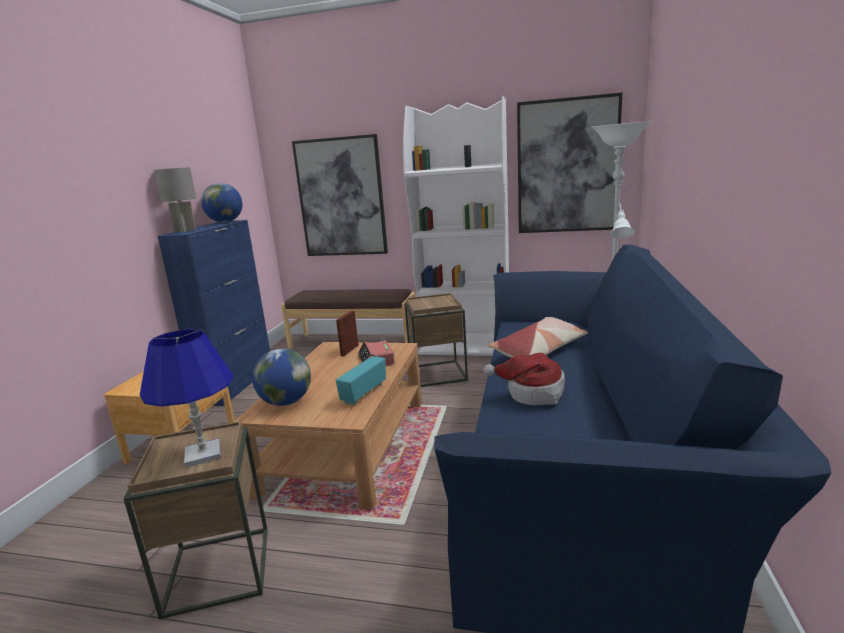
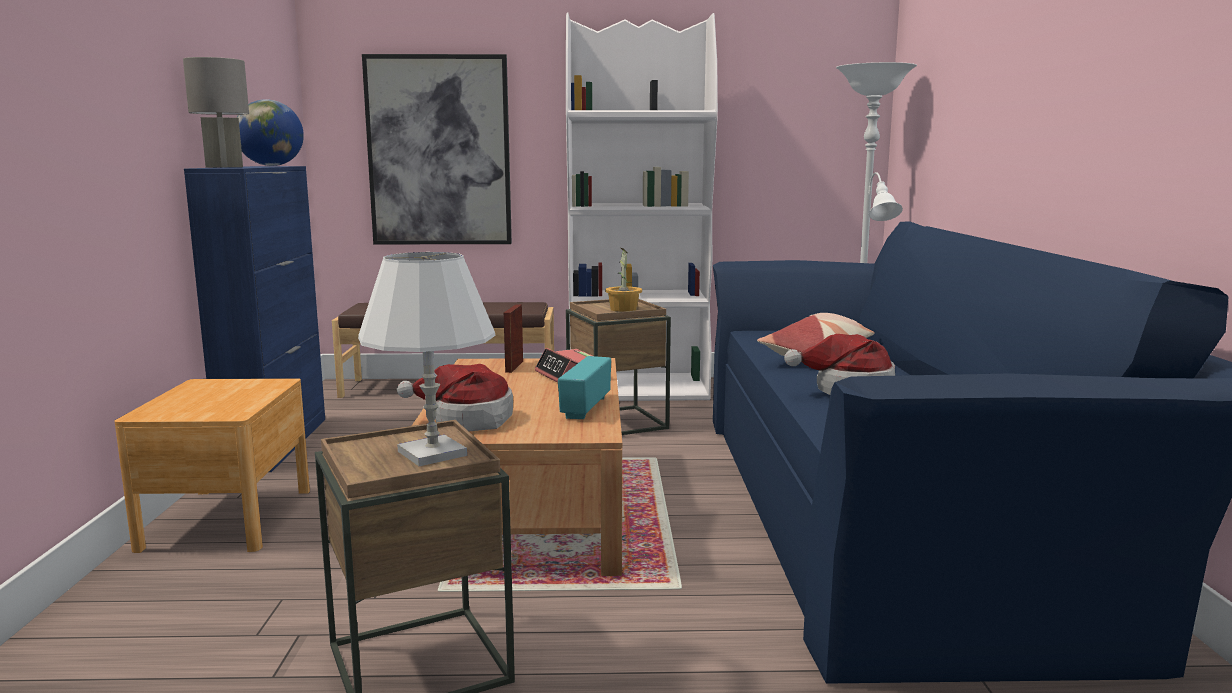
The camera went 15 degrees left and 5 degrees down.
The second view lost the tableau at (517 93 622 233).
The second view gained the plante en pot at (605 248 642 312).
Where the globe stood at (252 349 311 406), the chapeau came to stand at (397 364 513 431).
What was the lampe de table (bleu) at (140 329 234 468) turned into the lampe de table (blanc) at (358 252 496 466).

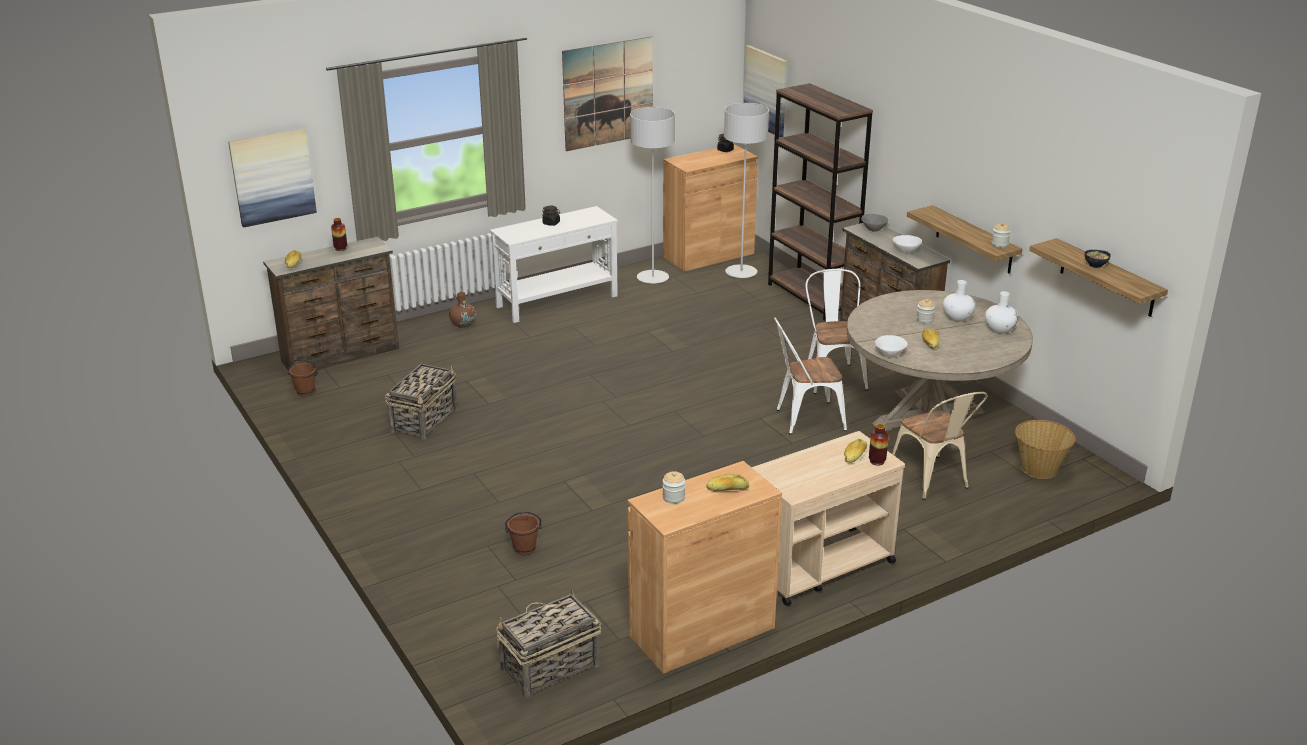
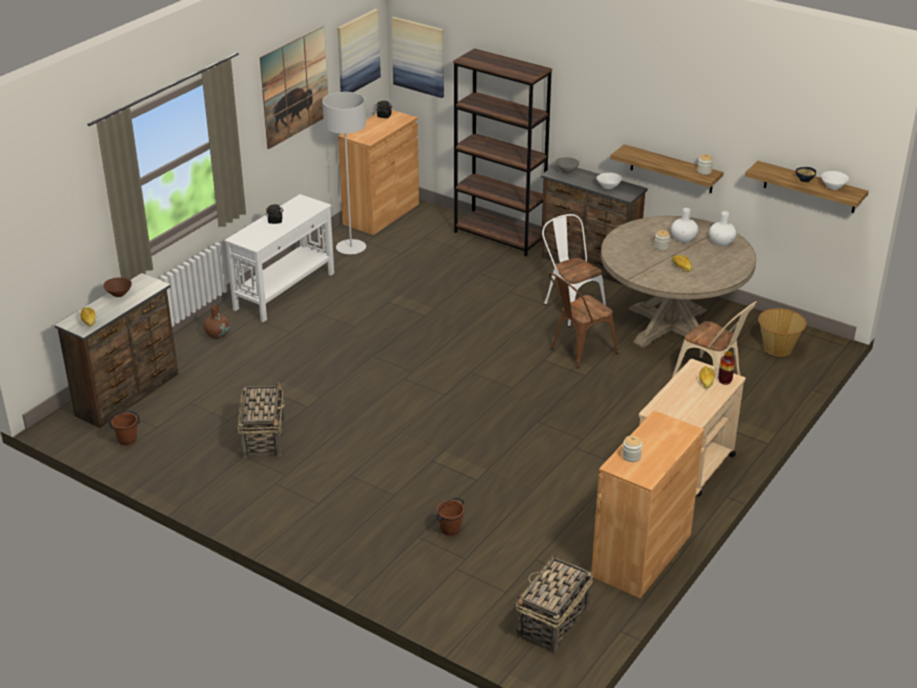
The camera went 25 degrees left and 5 degrees up.
The second view lost the pain at (706 474 749 492).
The second view lost the lampadaire (gris) at (724 103 769 278).
The tableau ended up elsewhere, having gone from (228 128 317 228) to (337 9 381 92).
The bol (blanc) ended up elsewhere, having gone from (875 335 907 358) to (821 171 849 190).
Where the vase stood at (331 218 347 251), the bol (marron) came to stand at (103 278 132 297).
What was the chaise (blanc) at (774 318 847 435) turned into the chaise (marron) at (549 273 618 368).

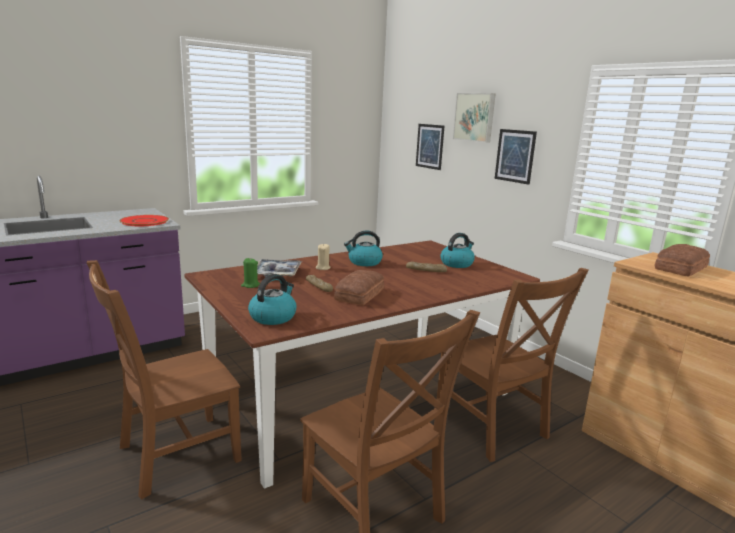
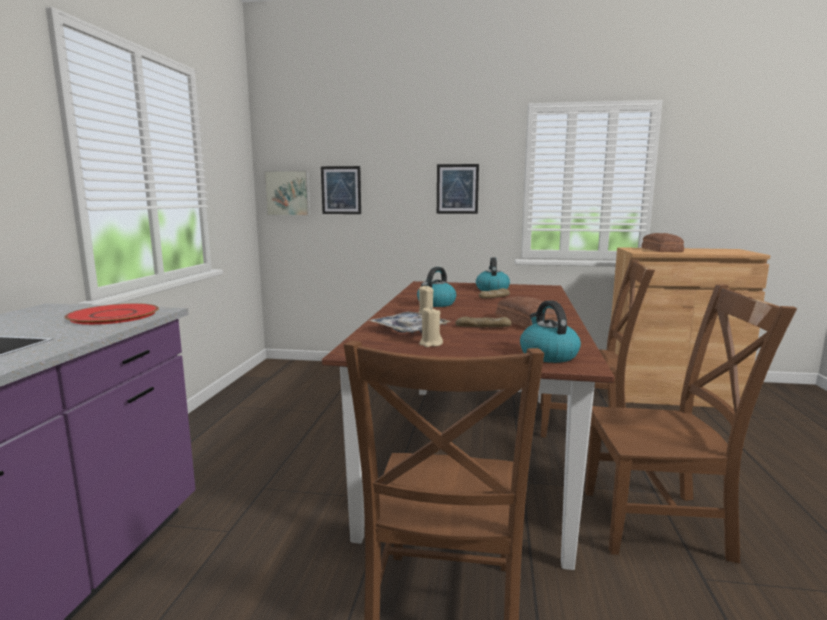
The camera went 45 degrees left and 5 degrees down.
The tableau ended up elsewhere, having gone from (453 93 496 143) to (264 170 311 216).
What was the bougie (vert) at (241 258 260 288) turned into the bougie (beige) at (419 307 443 347).

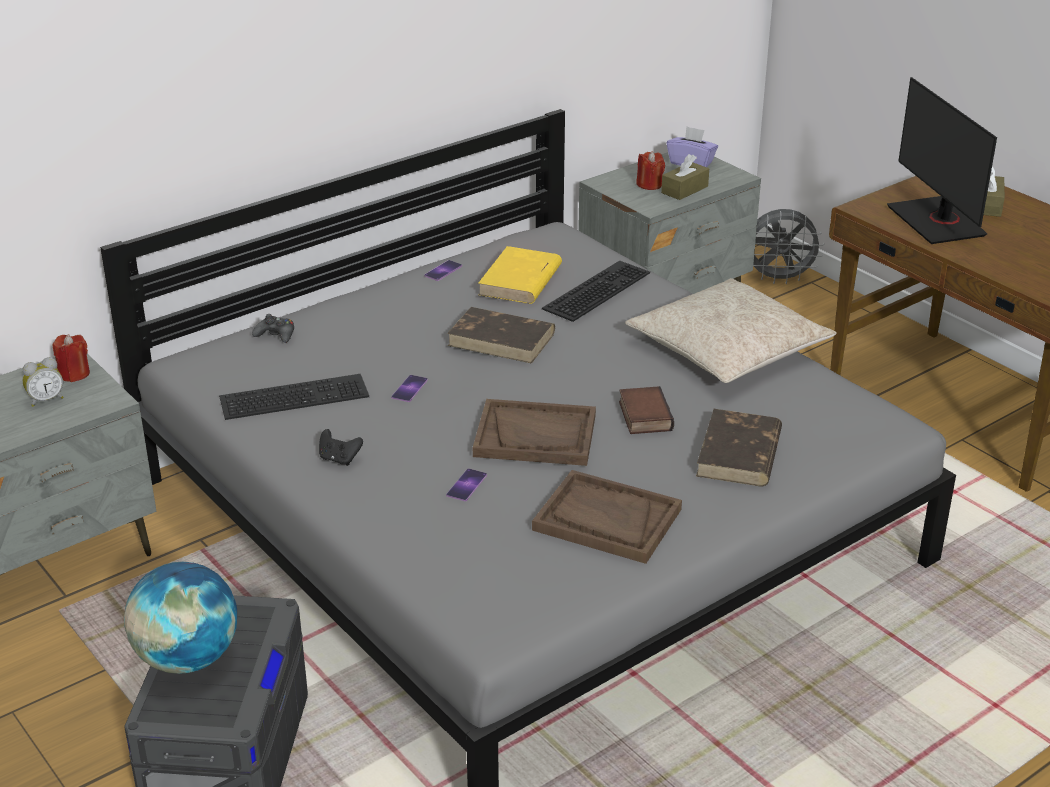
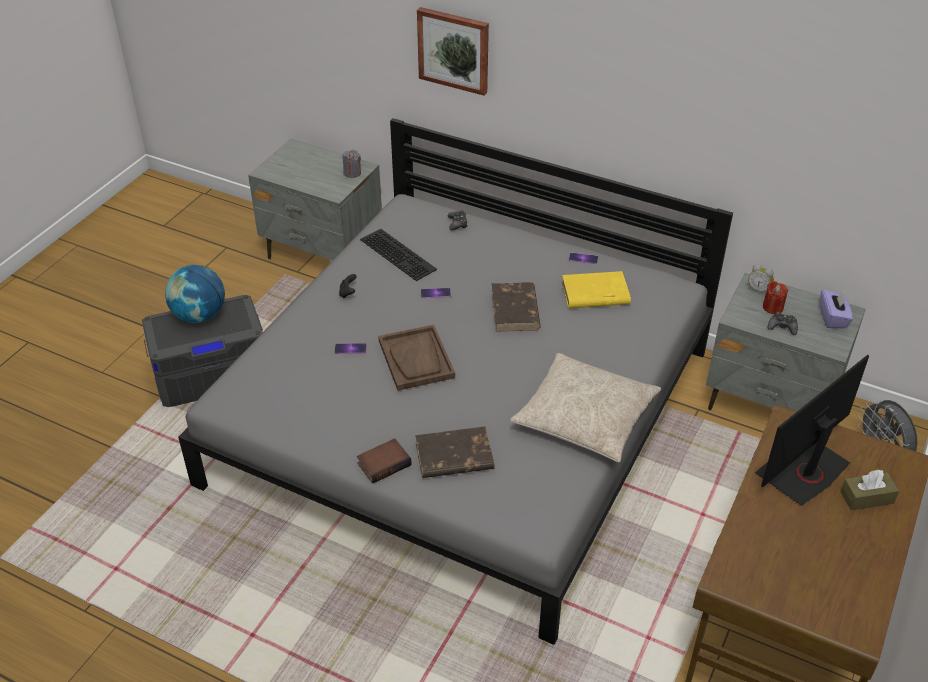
The camera went 65 degrees right and 10 degrees up.
The second view lost the plateau (marron) at (532 470 682 564).
The second view lost the clavier at (542 261 650 322).
The second view gained the tableau at (417 7 489 96).
The réveil ended up elsewhere, having gone from (23 357 64 407) to (748 264 774 294).
The livre ended up elsewhere, having gone from (619 386 674 434) to (357 438 412 483).
Where the boîte à mouchoirs (marron) stood at (661 154 709 200), the manette (noir) came to stand at (768 312 798 335).
What was the bougie (rouge) at (53 334 90 382) turned into the bougie (gris) at (342 150 361 178).

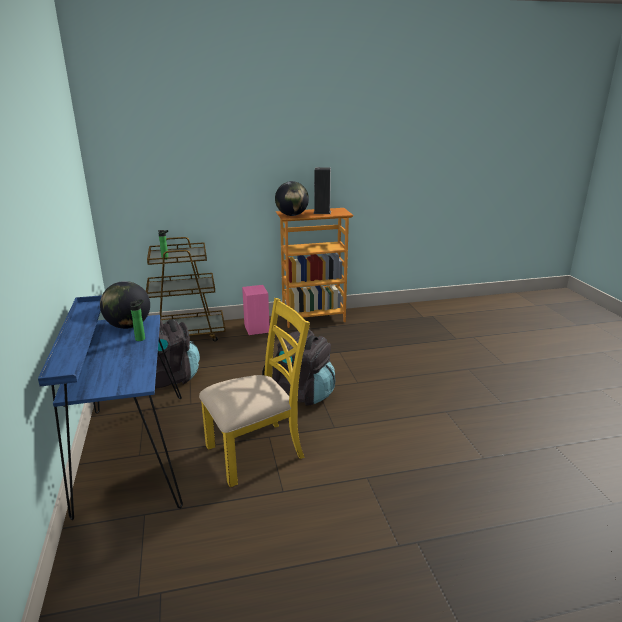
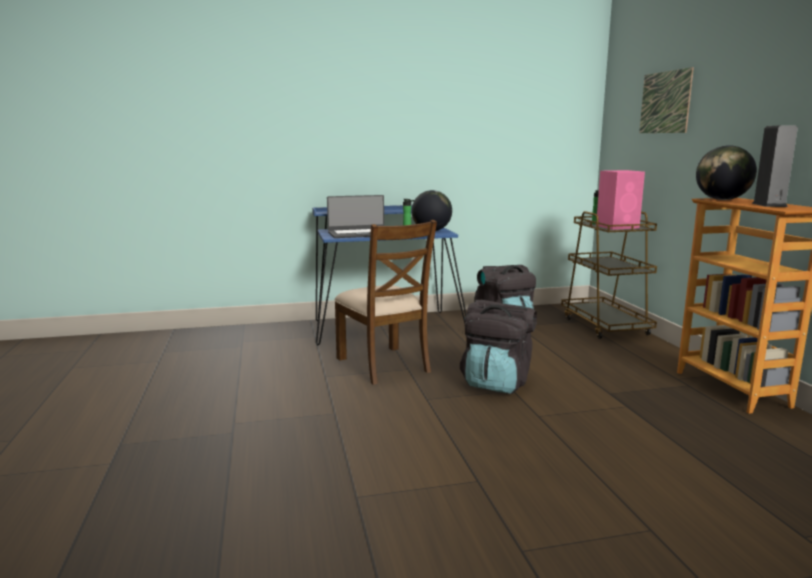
The camera went 90 degrees right and 10 degrees down.
The second view gained the ordinateur portable at (327 195 384 238).
The second view gained the tableau at (639 67 694 133).
The enceinte (rose) ended up elsewhere, having gone from (242 285 270 335) to (597 170 645 230).
What was the chaise (jaune) at (199 298 310 487) turned into the chaise (marron) at (334 220 437 385).

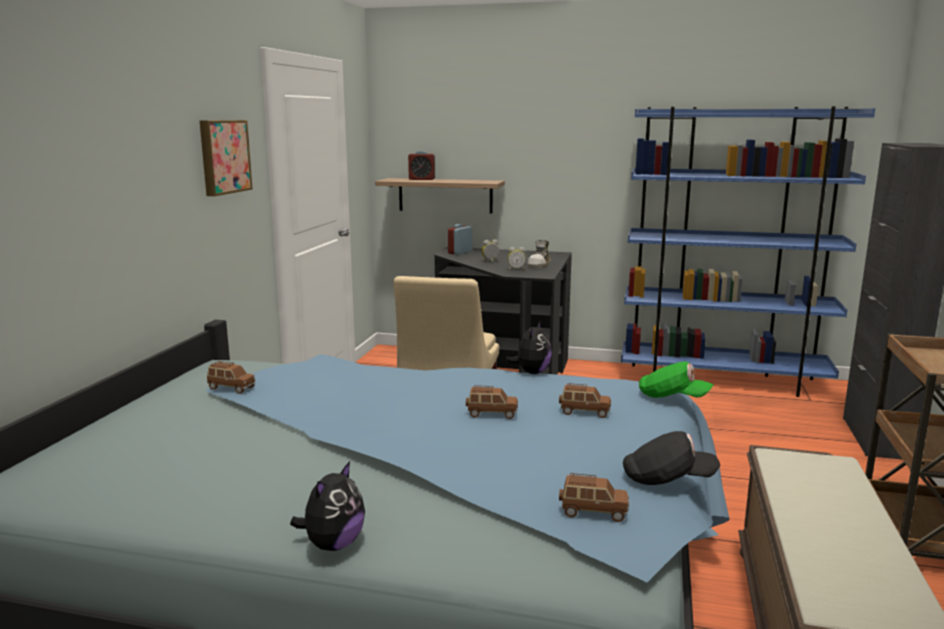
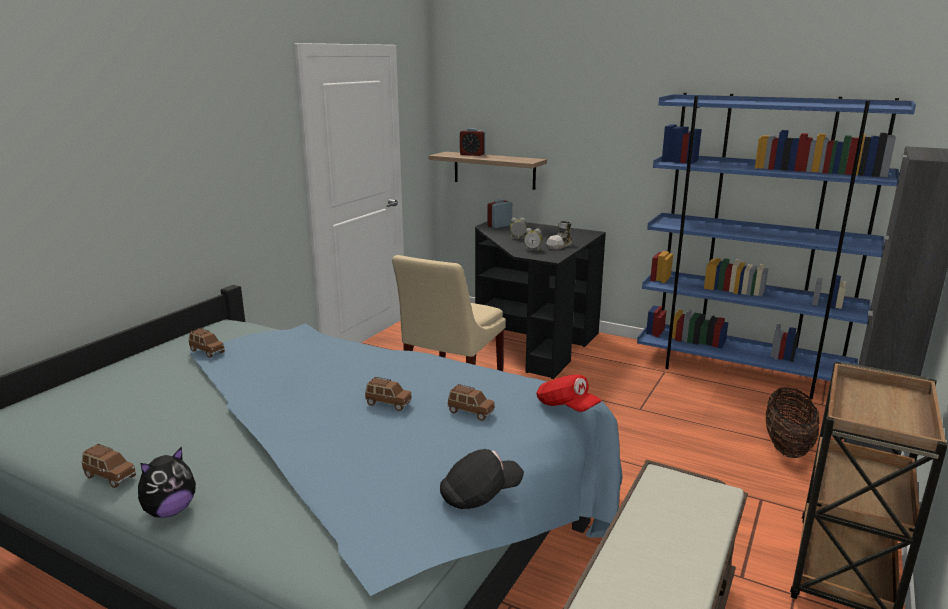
The camera went 15 degrees right and 5 degrees up.
The second view lost the tableau at (200 120 253 196).
The second view lost the peluche at (505 321 552 374).
The second view gained the panier at (766 387 820 458).
The petite voiture (marron) ended up elsewhere, having gone from (559 473 629 522) to (82 444 136 488).
What was the casquette (vert) at (639 361 714 398) turned into the casquette (rouge) at (536 374 602 412).
The casquette (noir) at (623 431 720 485) ended up facing another way, 45 degrees counterclockwise from before.

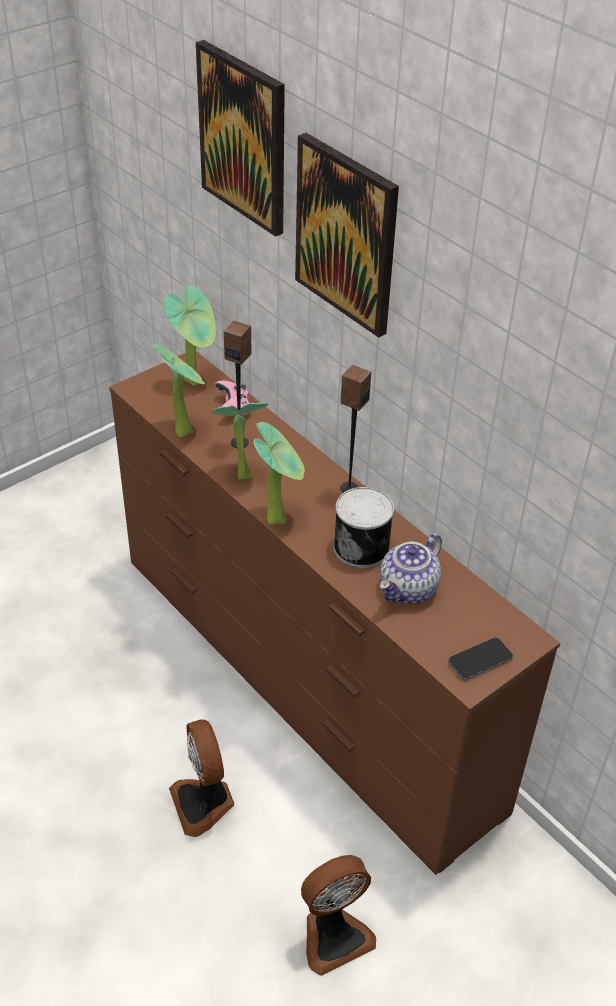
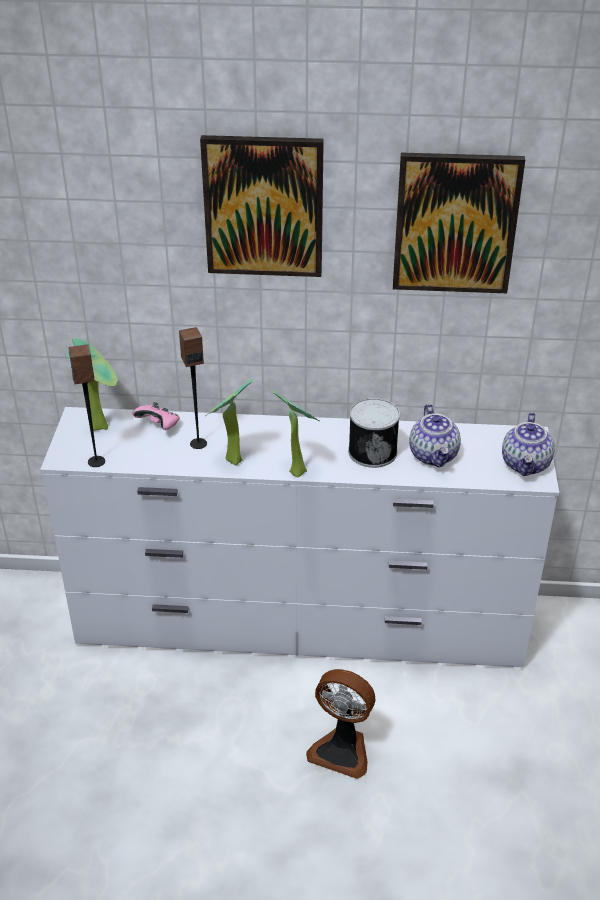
The camera went 45 degrees left and 5 degrees down.
The second view lost the plante en pot at (153 344 205 437).
The second view lost the ventilateur at (301 855 376 976).
The tableau ended up elsewhere, having gone from (196 40 285 237) to (393 153 525 293).
The enceinte ended up elsewhere, having gone from (340 365 371 493) to (68 344 105 467).
Where the téléphone stood at (448 637 513 680), the théière came to stand at (502 412 555 476).
What was the commode (marron) at (109 351 560 875) turned into the commode (blanc) at (40 407 559 668).

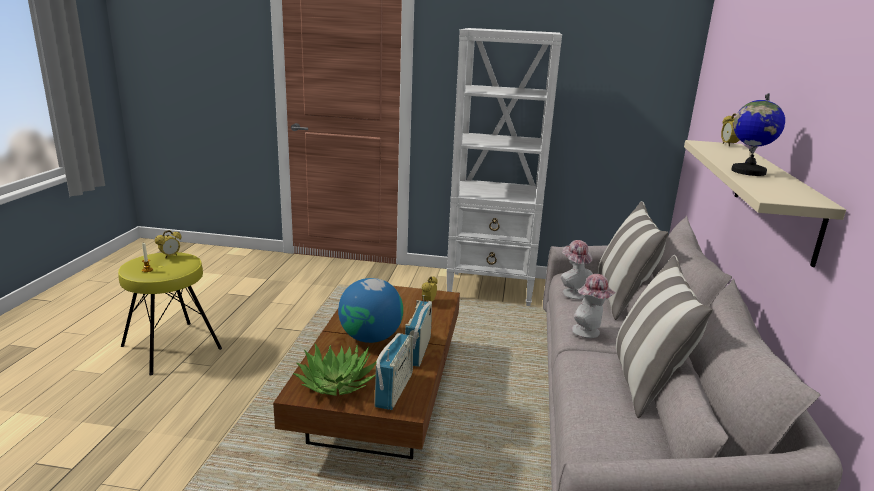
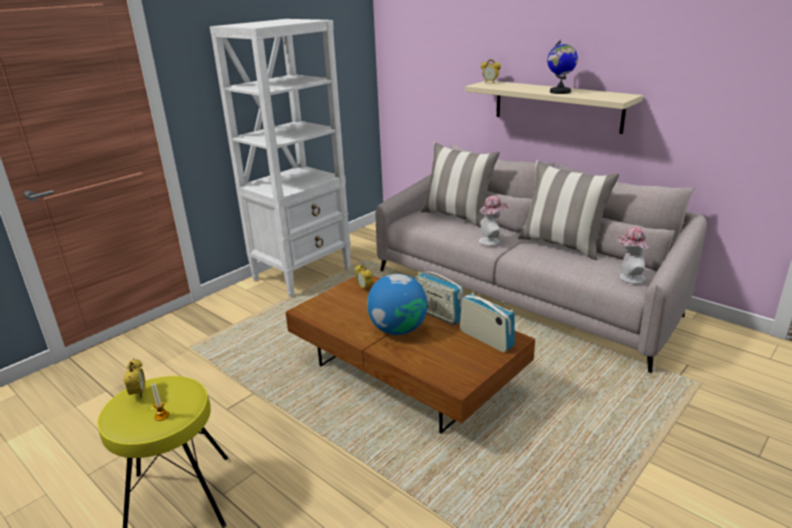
The camera went 55 degrees left and 5 degrees up.
The second view lost the plante en pot at (293 344 376 396).
The chapeau ended up elsewhere, having gone from (561 240 593 299) to (616 227 650 284).

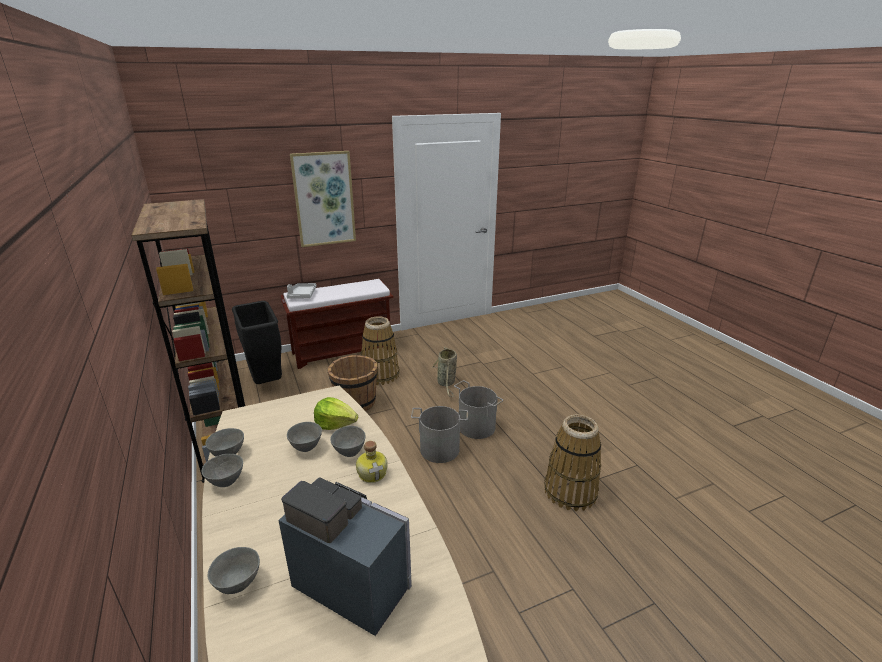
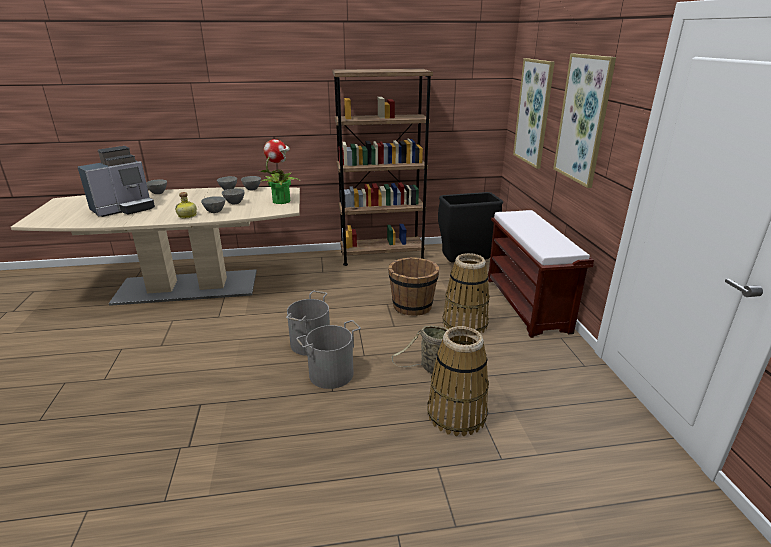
The camera went 105 degrees right and 0 degrees up.
The second view lost the plateau (gris) at (286 283 316 299).
The second view lost the laitue at (314 397 358 430).
The second view gained the plante en pot at (260 139 299 204).
The second view gained the tableau at (513 58 555 169).
The panier ended up elsewhere, having gone from (544 414 601 511) to (427 326 489 436).

